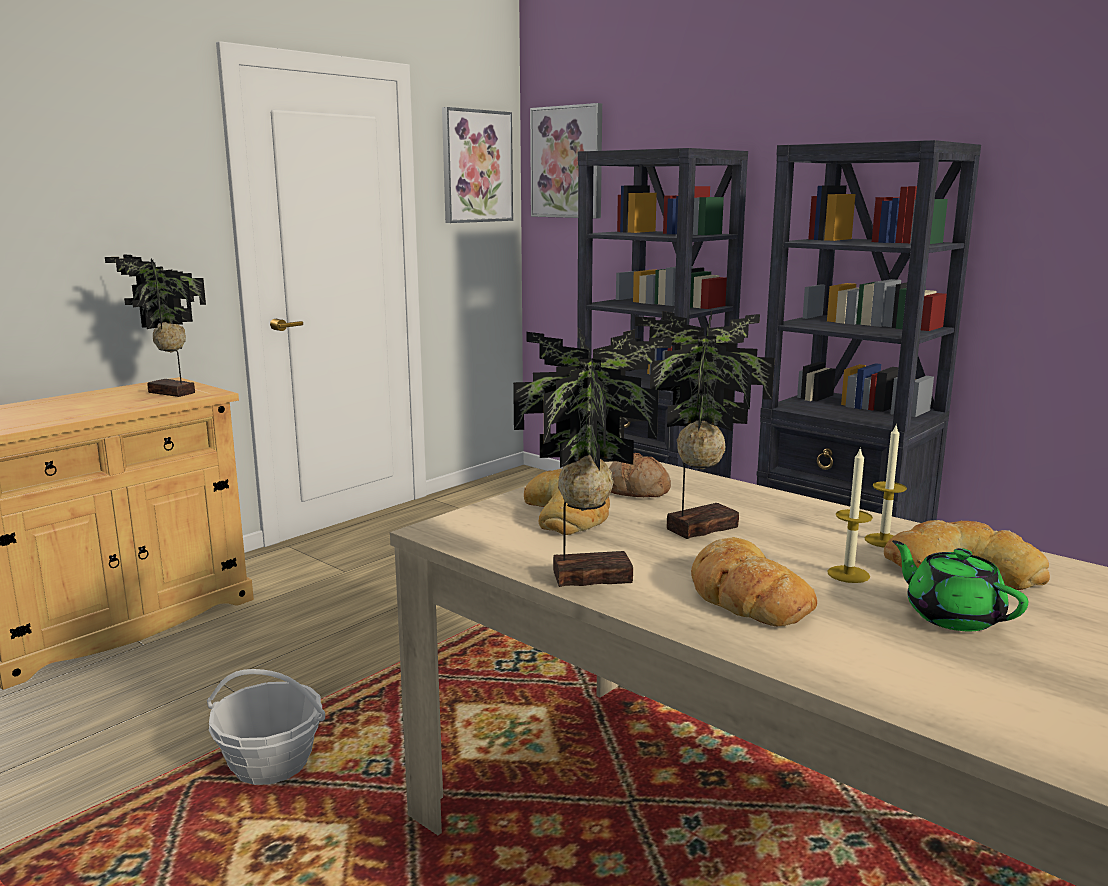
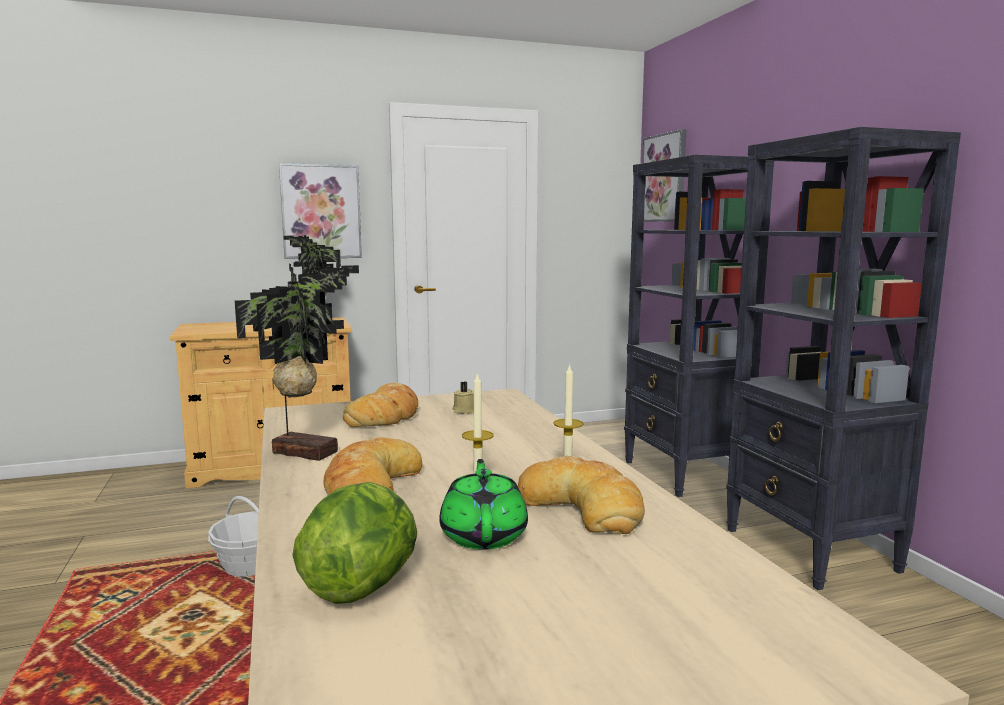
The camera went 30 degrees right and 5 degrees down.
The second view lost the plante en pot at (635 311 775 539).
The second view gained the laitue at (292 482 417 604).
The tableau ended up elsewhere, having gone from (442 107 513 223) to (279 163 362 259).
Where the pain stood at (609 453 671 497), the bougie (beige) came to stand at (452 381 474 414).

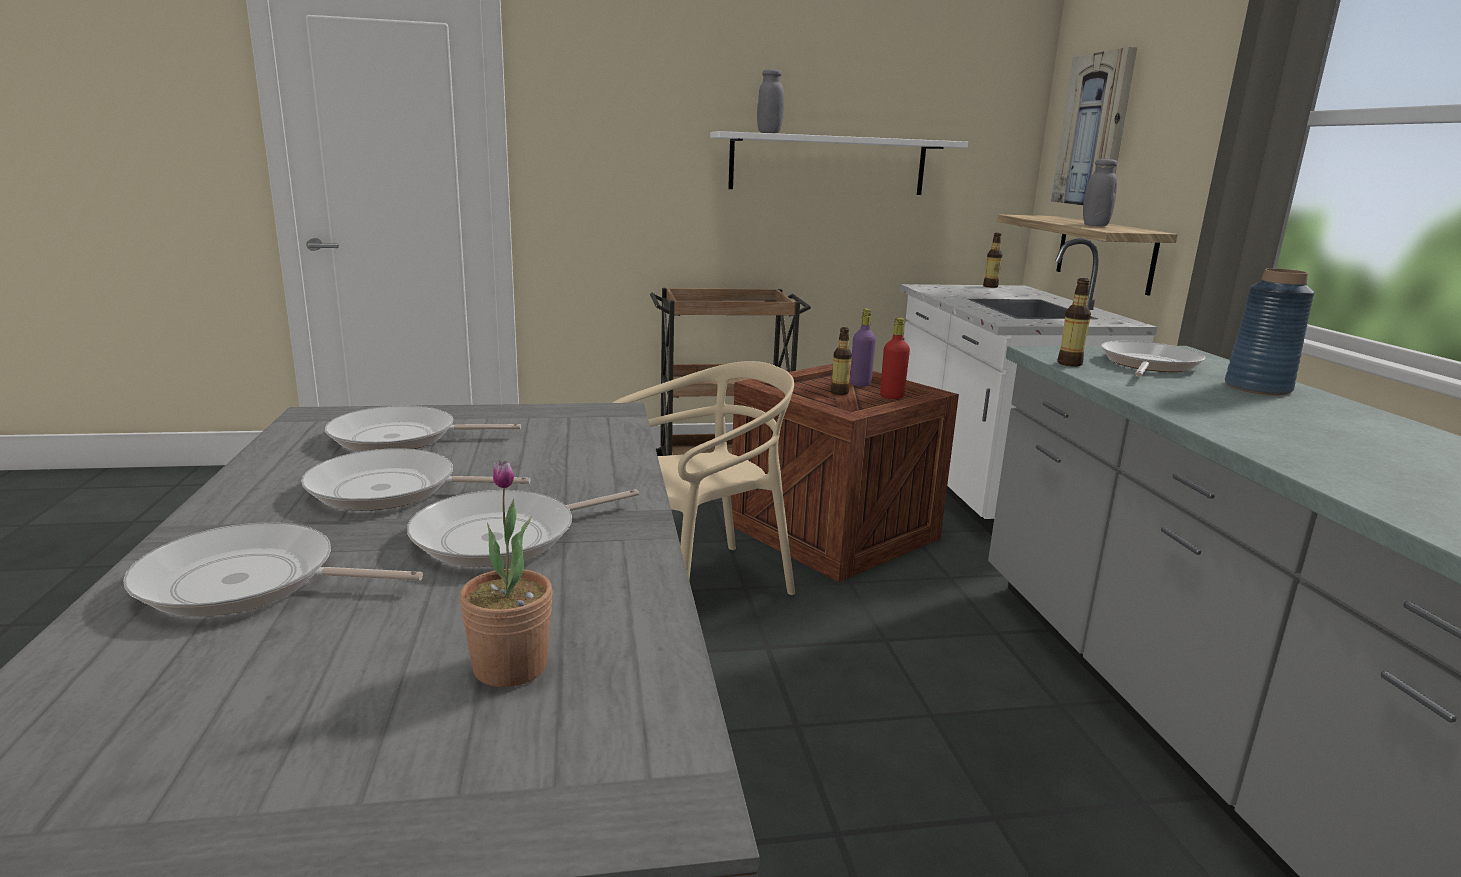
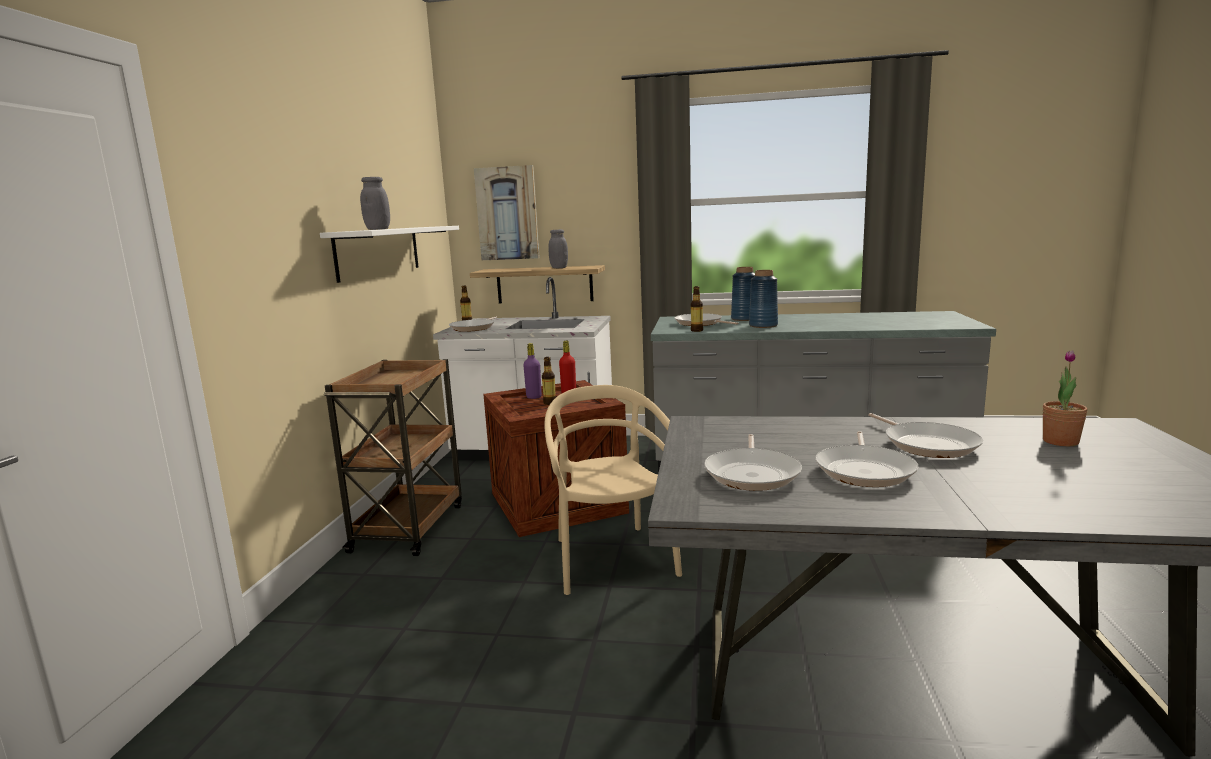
The camera went 70 degrees left and 5 degrees down.
The second view gained the vase (bleu) at (749 270 778 328).
The poêle ended up elsewhere, having gone from (123 522 423 617) to (449 317 497 332).

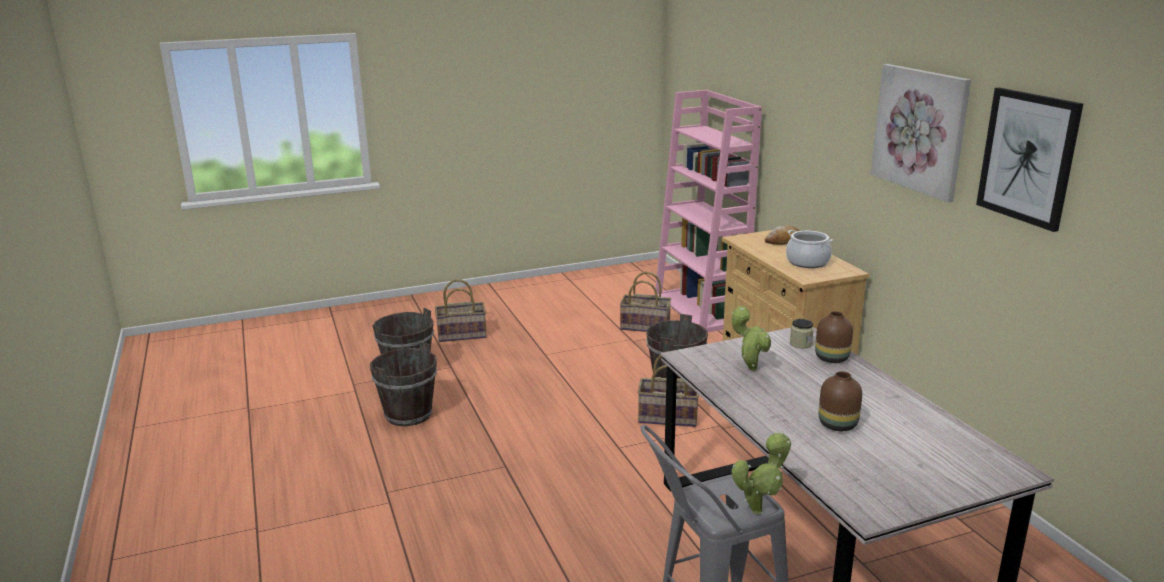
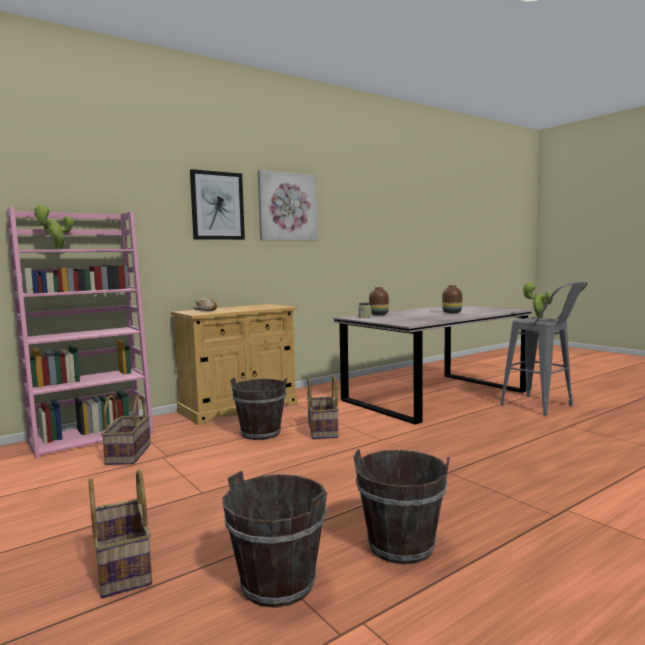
The camera went 105 degrees left and 15 degrees down.
The second view lost the marmite at (786 230 833 268).
The plante en pot ended up elsewhere, having gone from (731 306 771 371) to (34 204 74 249).
The tableau ended up elsewhere, having gone from (976 88 1083 232) to (190 169 245 240).

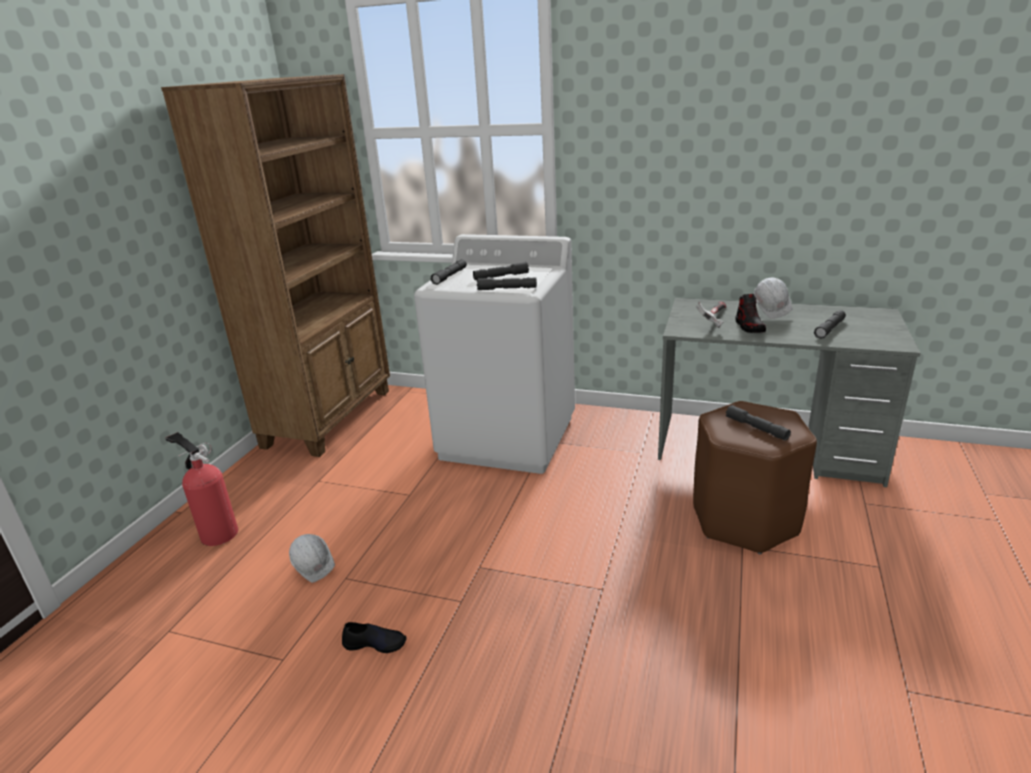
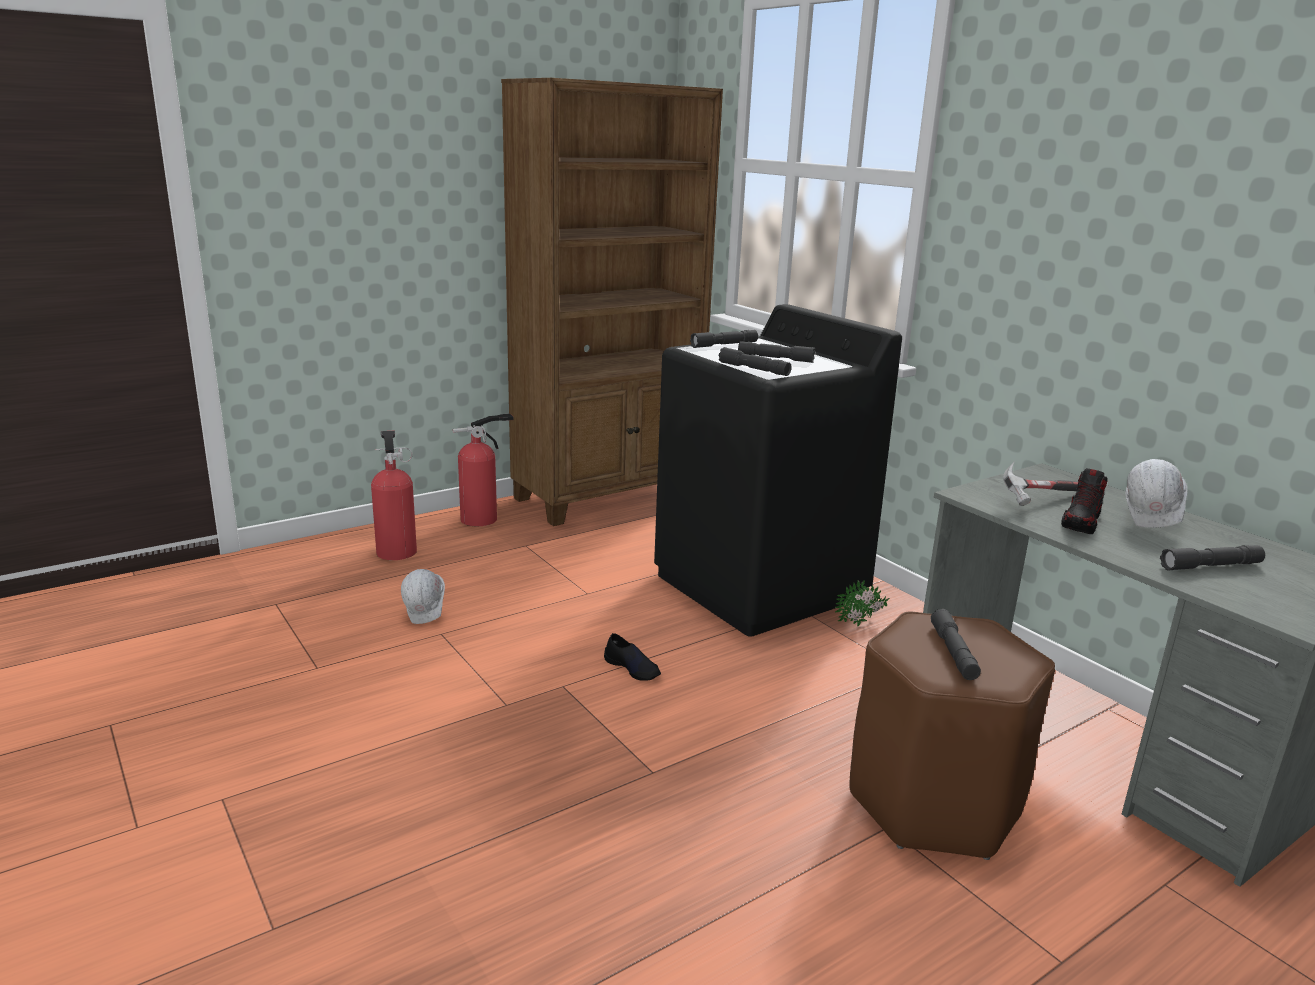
The camera went 35 degrees right and 5 degrees down.
The second view gained the extincteur at (453 413 514 526).
The second view gained the plante en pot at (835 580 890 627).
The chaussure (noir) ended up elsewhere, having gone from (342 622 407 653) to (604 633 661 681).
What was the lave-linge (blanc) at (414 234 575 474) turned into the lave-linge (noir) at (654 304 902 637).

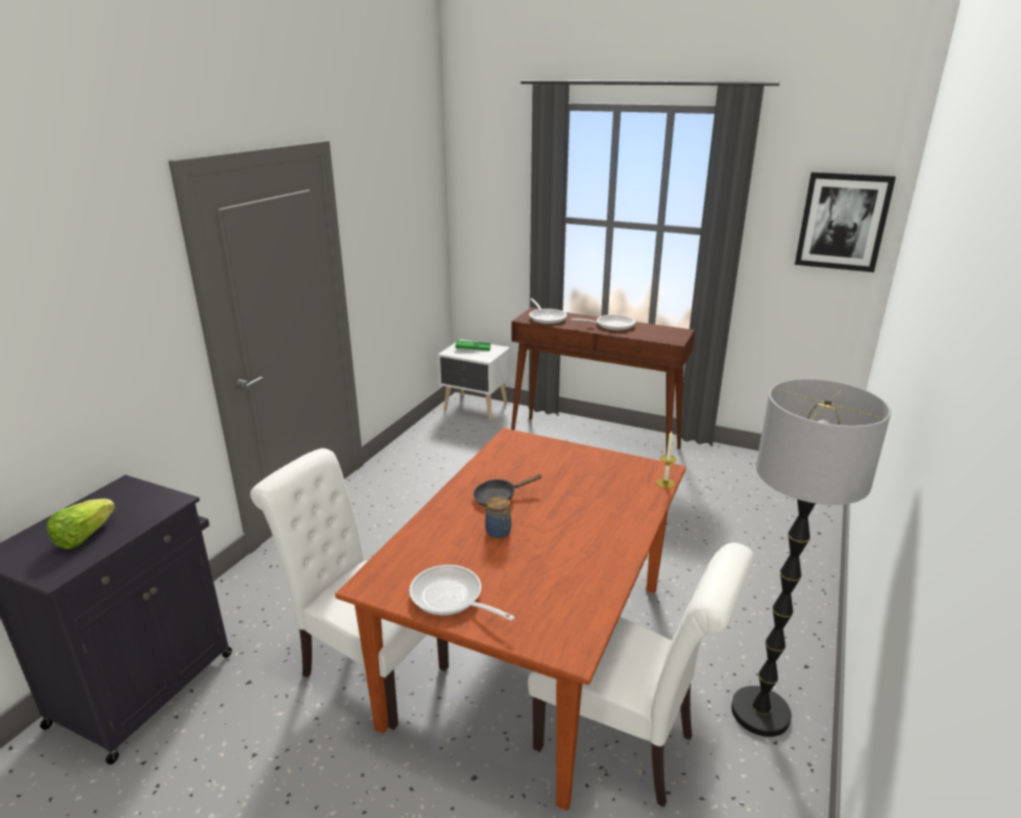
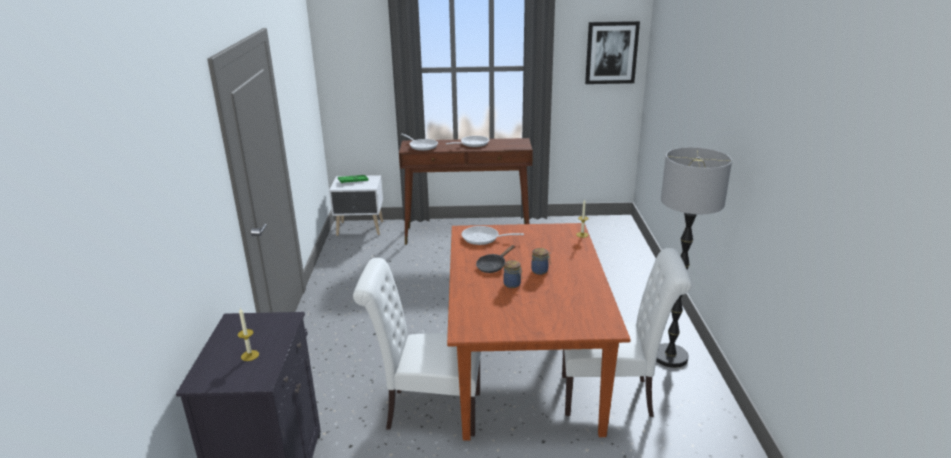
The camera went 25 degrees left and 0 degrees up.
The second view gained the bocal at (531 248 550 275).
The poêle ended up elsewhere, having gone from (409 565 515 621) to (462 226 524 245).
Where the laitue stood at (47 499 115 549), the bougie came to stand at (238 308 259 361).

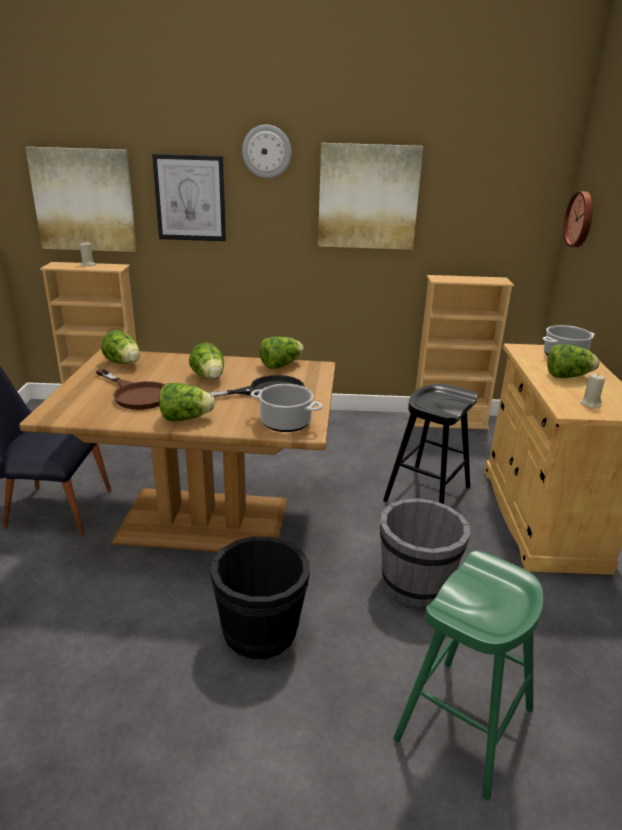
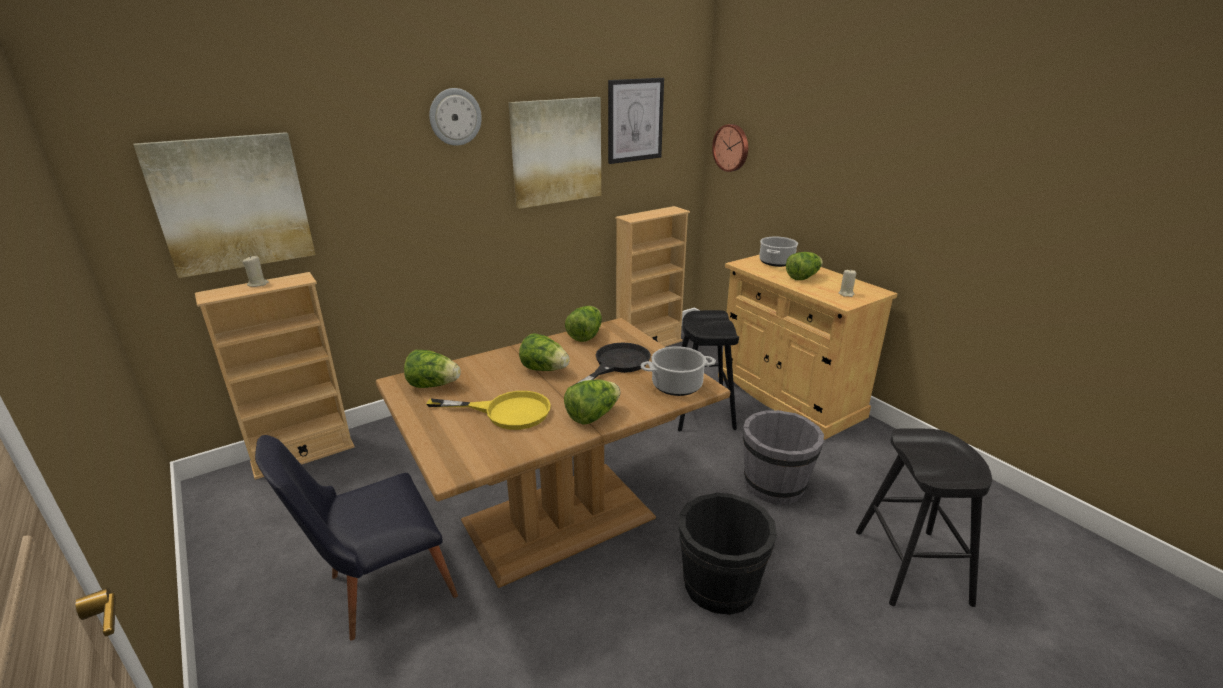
The camera went 35 degrees left and 0 degrees up.
The tableau ended up elsewhere, having gone from (152 154 226 241) to (608 78 664 164).
What was the poêle (marron) at (96 369 165 410) turned into the poêle (jaune) at (426 391 551 430).
What was the tabouret (vert) at (393 551 543 800) turned into the tabouret (noir) at (856 428 992 607).

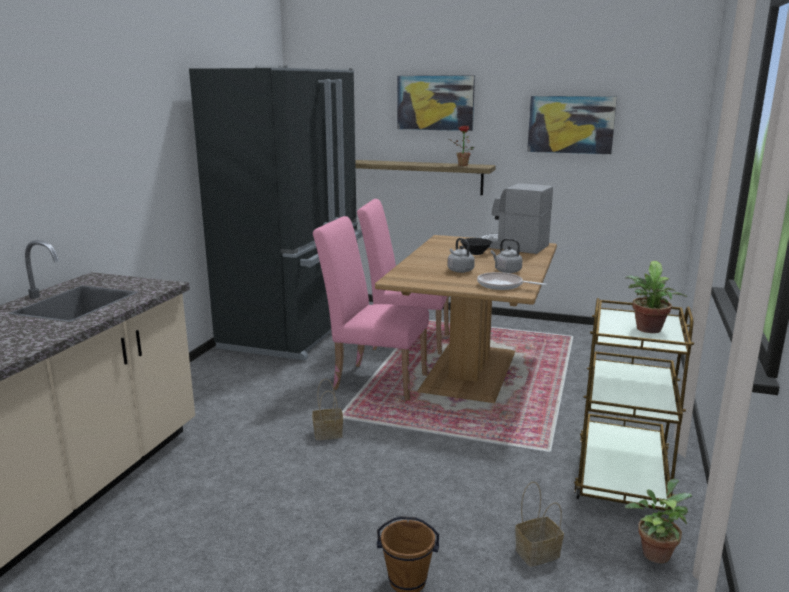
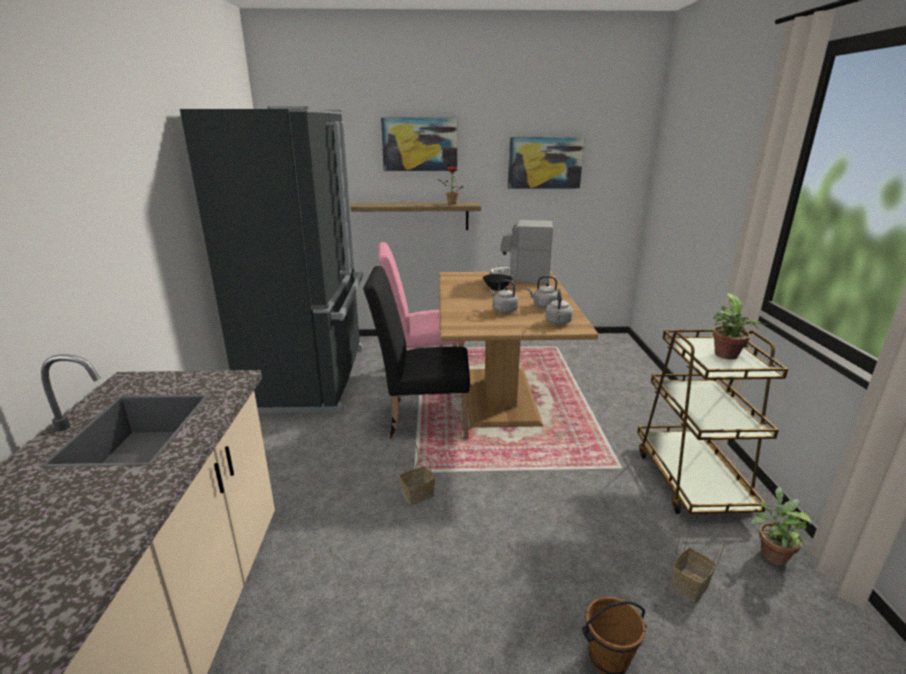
The camera went 20 degrees left and 5 degrees up.
Where the poêle stood at (477 272 547 290), the bouilloire (gris) came to stand at (545 289 573 325).
What was the chaise (rose) at (313 216 429 400) turned into the chaise (noir) at (363 266 470 440).

